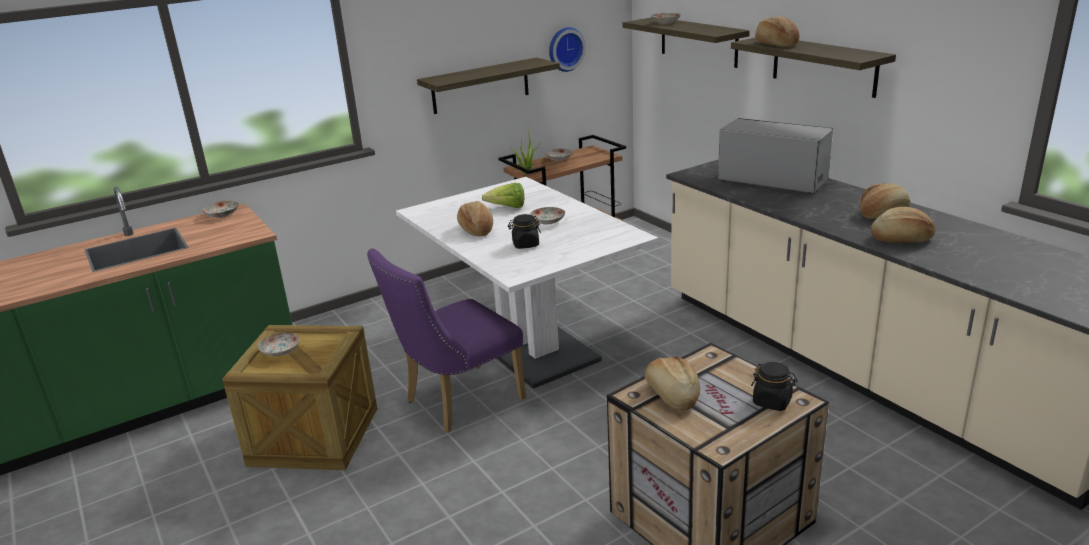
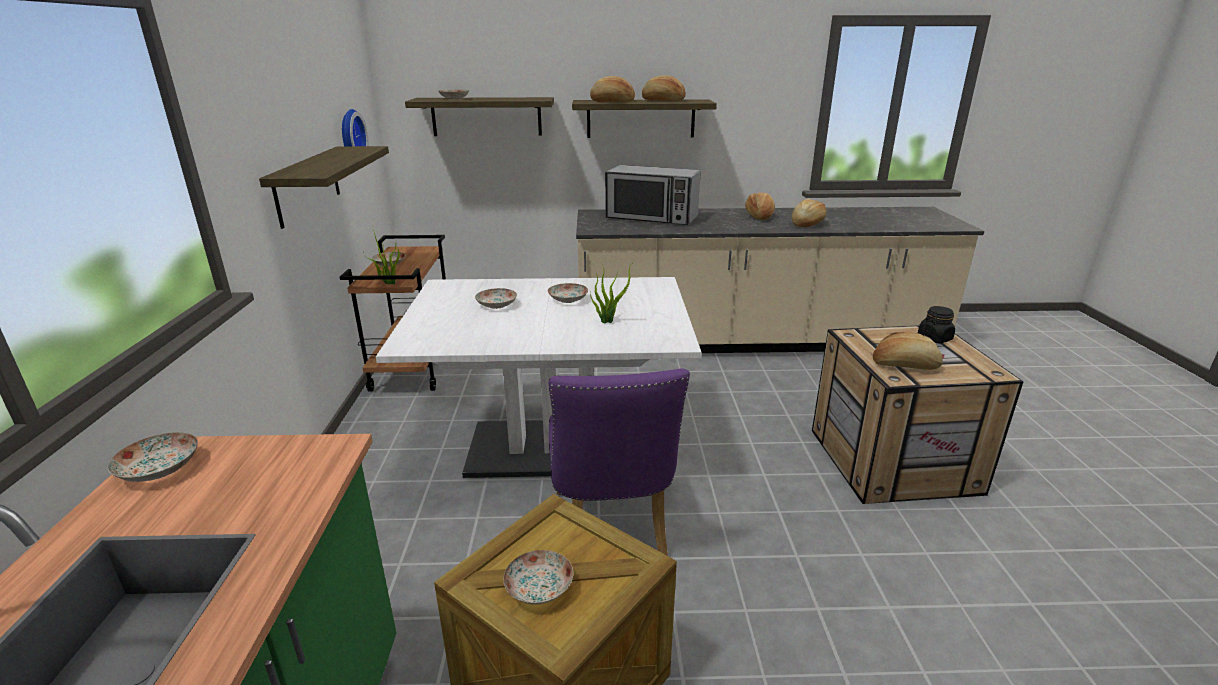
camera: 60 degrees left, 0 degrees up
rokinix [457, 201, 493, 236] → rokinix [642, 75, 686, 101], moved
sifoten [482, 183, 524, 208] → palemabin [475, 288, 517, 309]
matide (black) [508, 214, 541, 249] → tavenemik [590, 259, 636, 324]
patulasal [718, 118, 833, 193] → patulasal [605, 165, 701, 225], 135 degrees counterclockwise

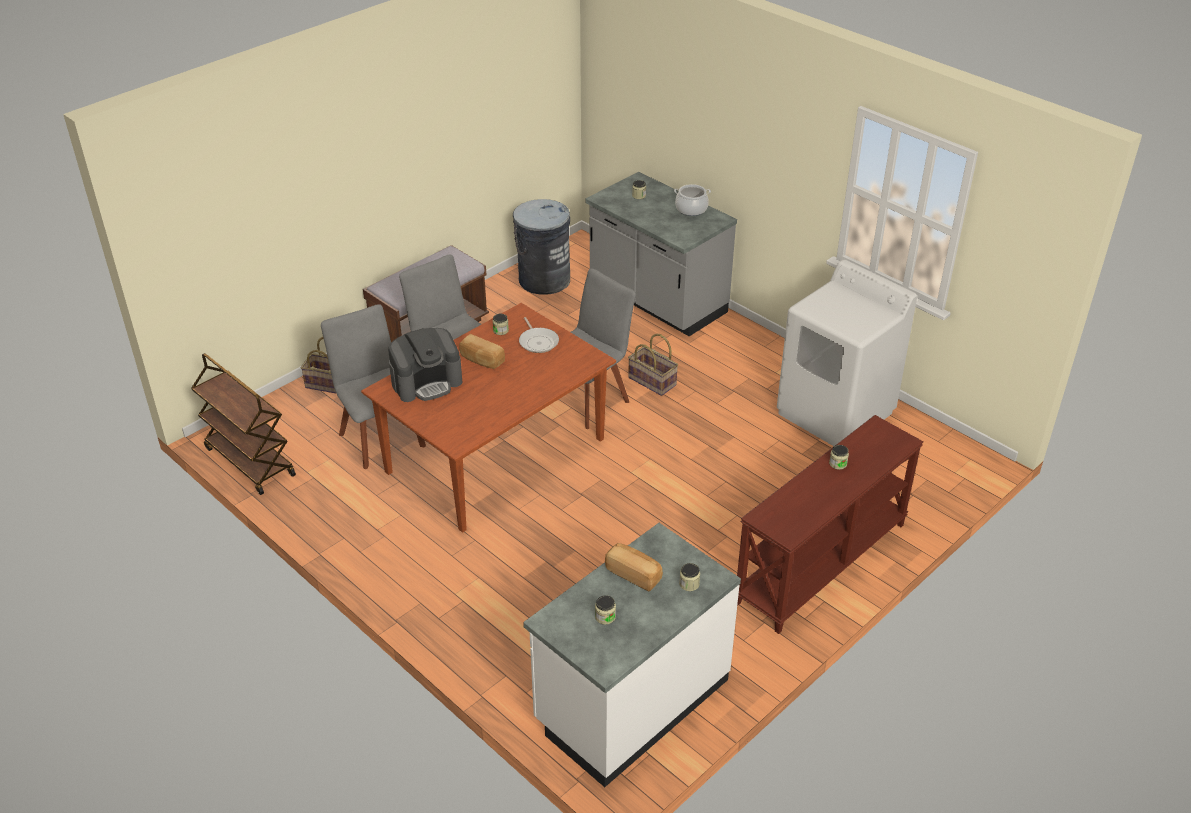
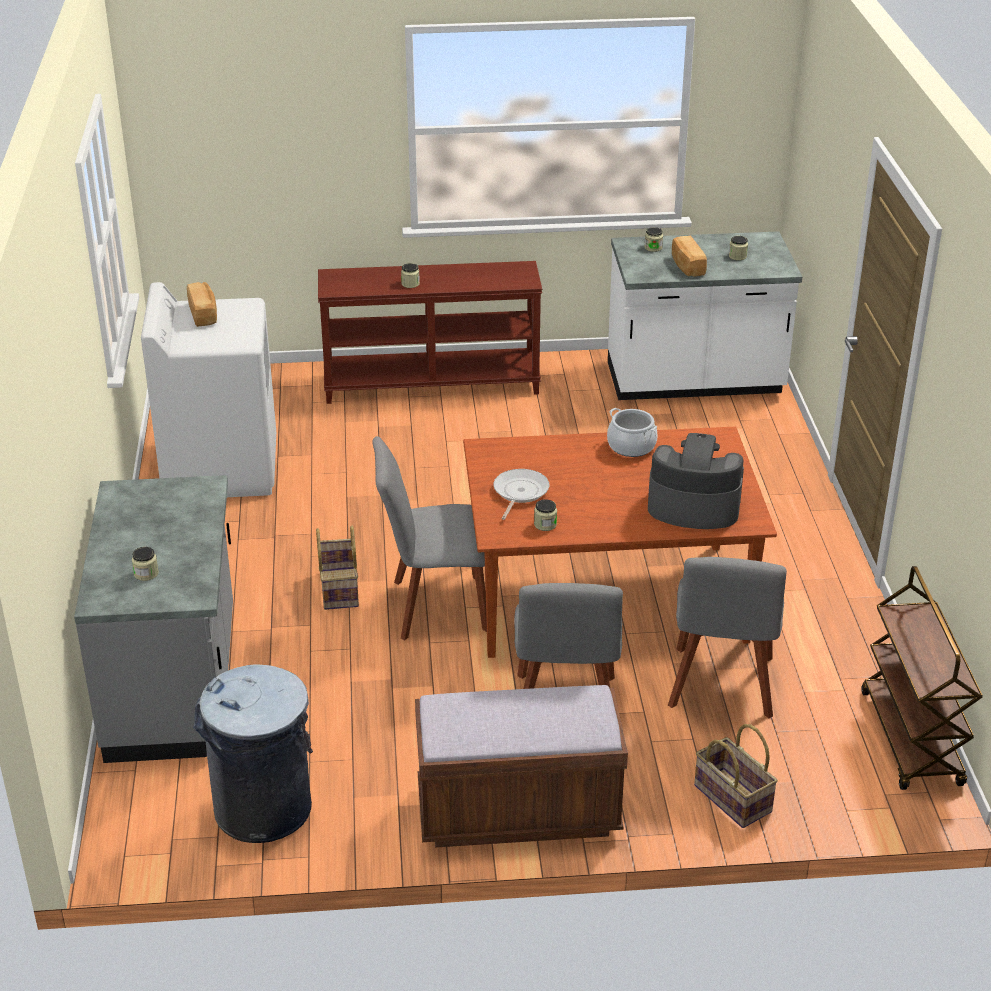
camera: 140 degrees left, 5 degrees down
rokinix [459, 334, 505, 369] → rokinix [187, 282, 217, 327], moved
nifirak [674, 184, 711, 216] → nifirak [607, 408, 658, 457], moved

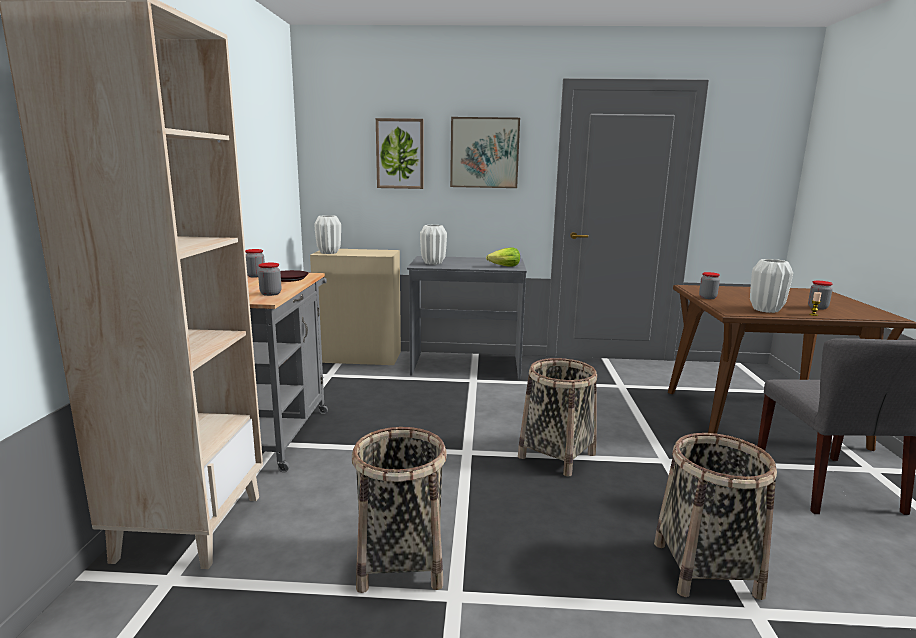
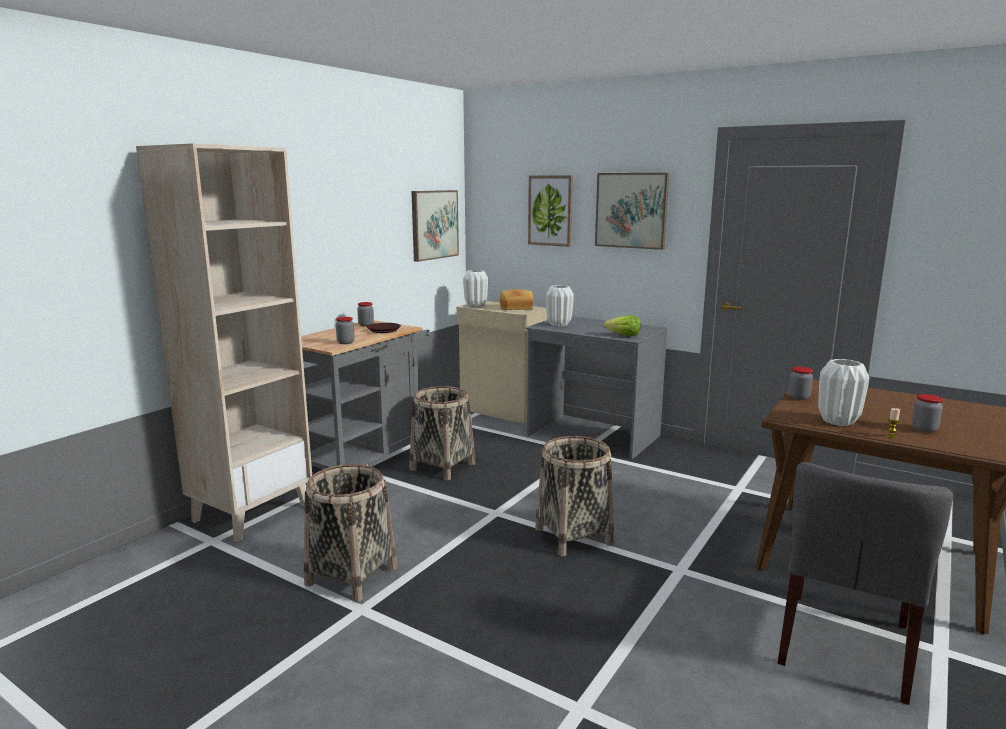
camera: 30 degrees right, 0 degrees up
- → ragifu [411, 190, 459, 262]
- → rokinix [500, 289, 533, 310]
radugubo [654, 433, 777, 600] → radugubo [409, 386, 475, 480], moved

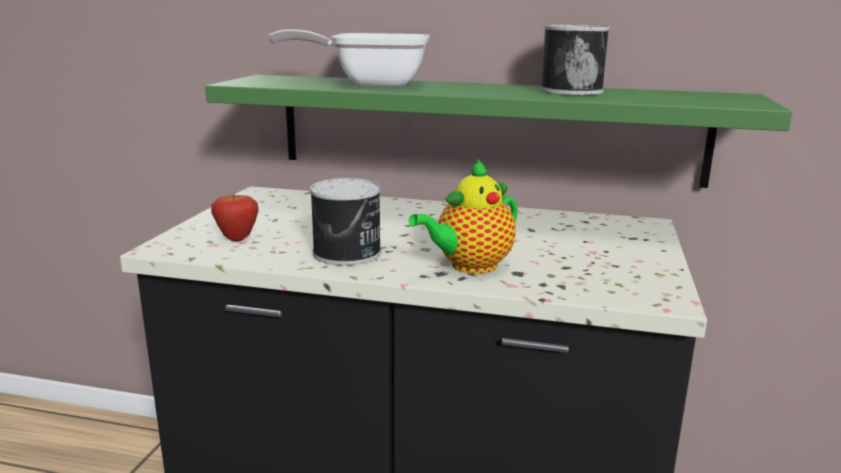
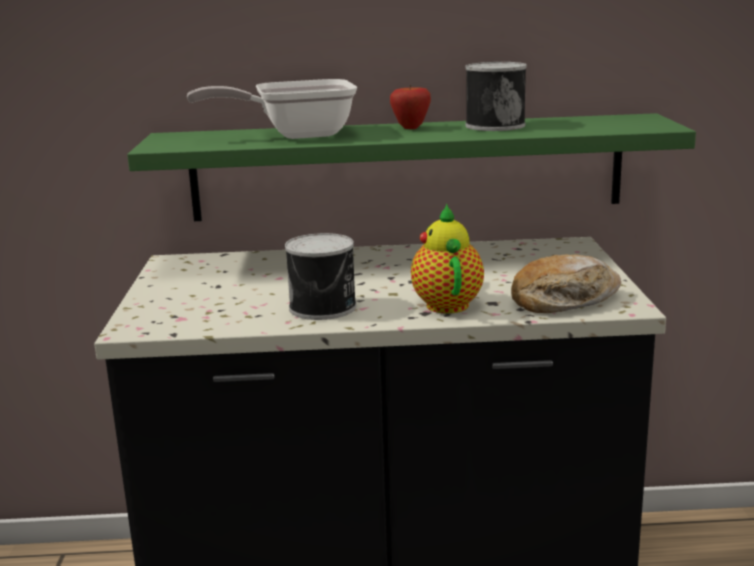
camera: 15 degrees left, 0 degrees up
- → rokinix [511, 254, 621, 313]
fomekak [211, 194, 259, 241] → fomekak [390, 84, 431, 129], moved
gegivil [408, 158, 518, 274] → gegivil [411, 204, 484, 314], 135 degrees clockwise

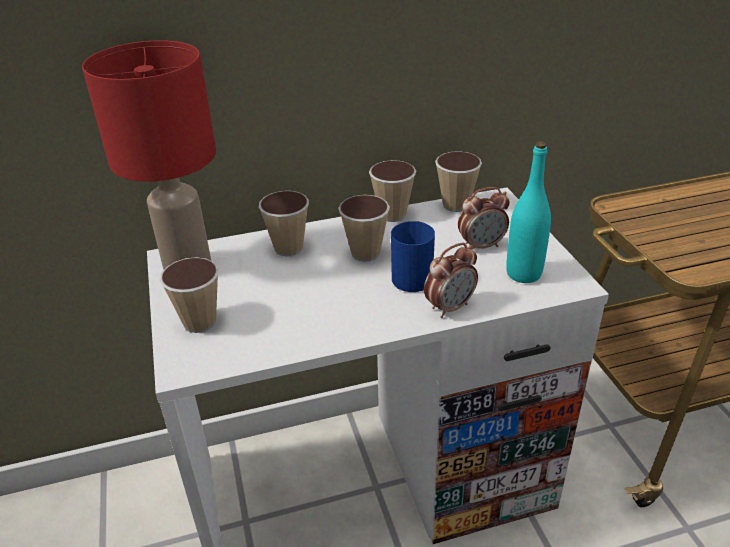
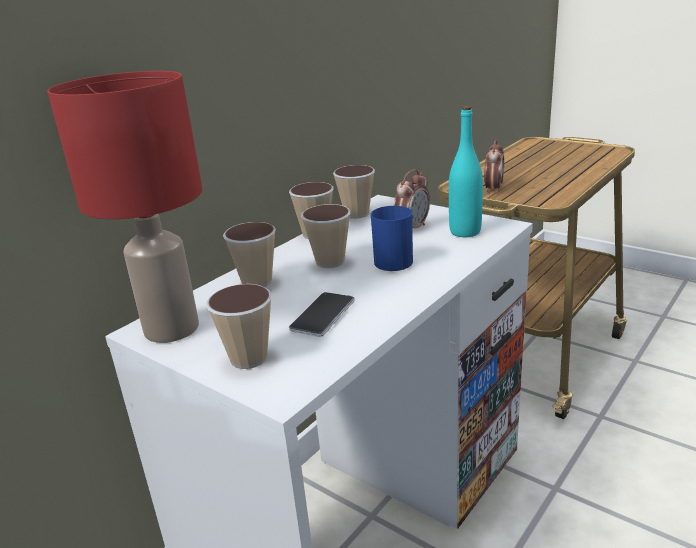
camera: 35 degrees left, 10 degrees down
- → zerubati [289, 292, 355, 337]
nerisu [424, 243, 478, 318] → nerisu [484, 140, 504, 193], moved

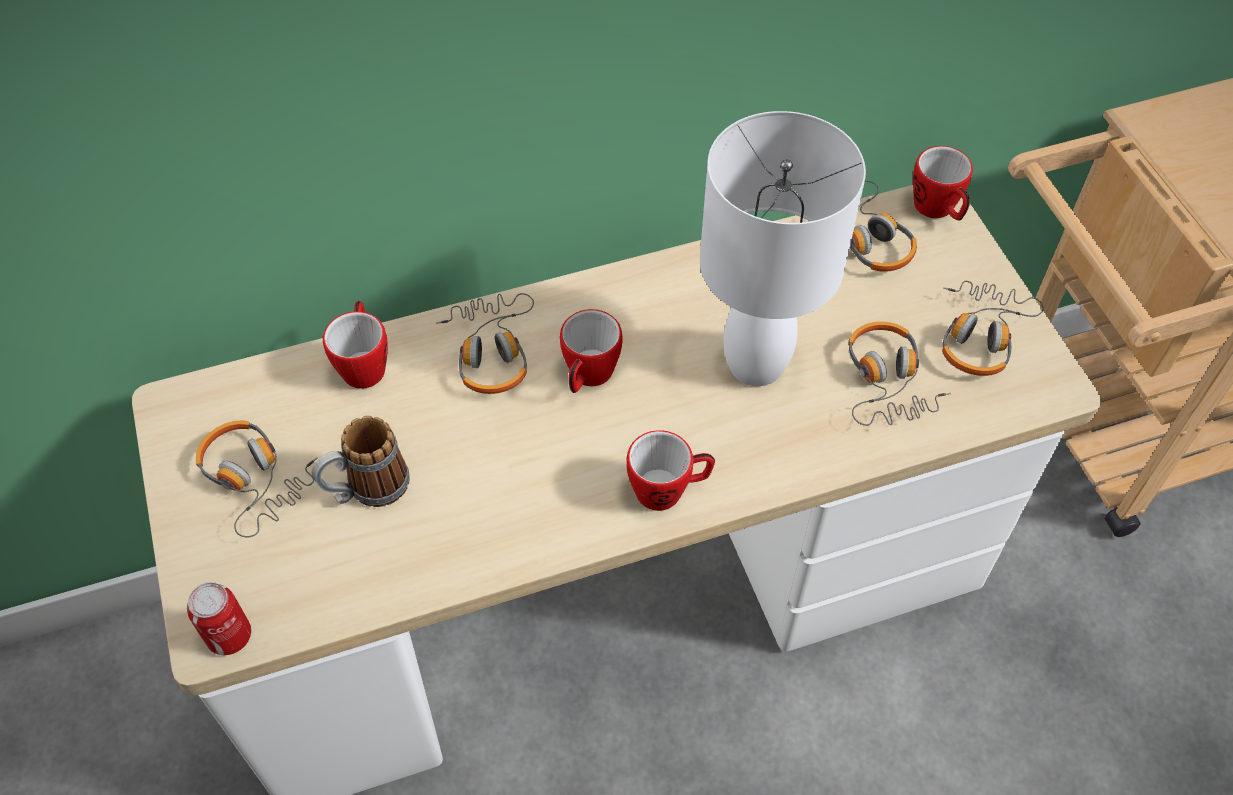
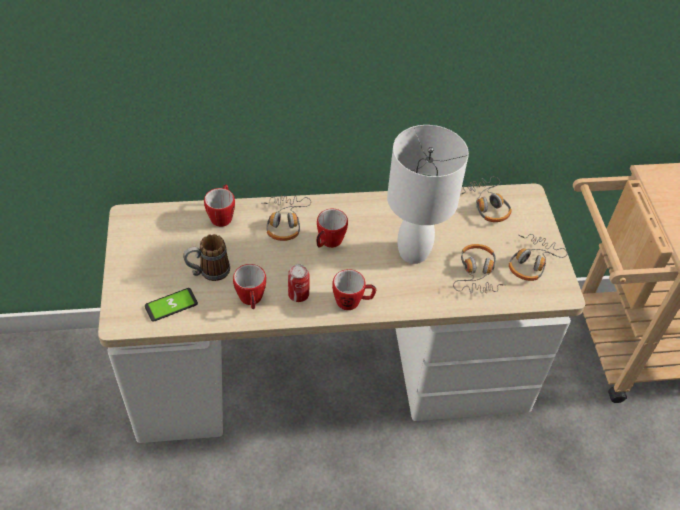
camera: 10 degrees right, 5 degrees down
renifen [196, 421, 318, 538] → -
- → zerubati [145, 288, 198, 322]
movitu [187, 582, 251, 655] → movitu [288, 264, 309, 302], moved
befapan [913, 146, 973, 221] → befapan [233, 264, 266, 310], moved

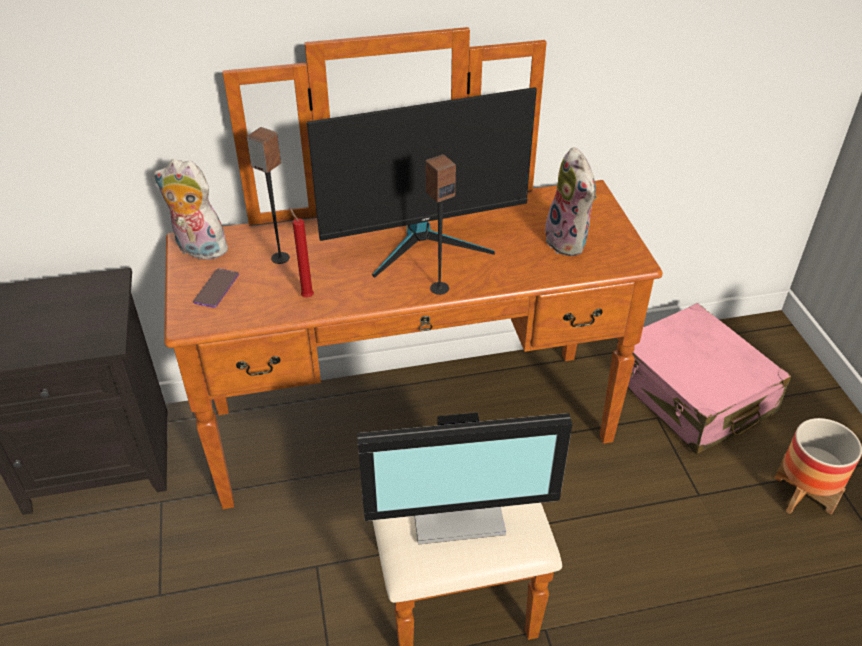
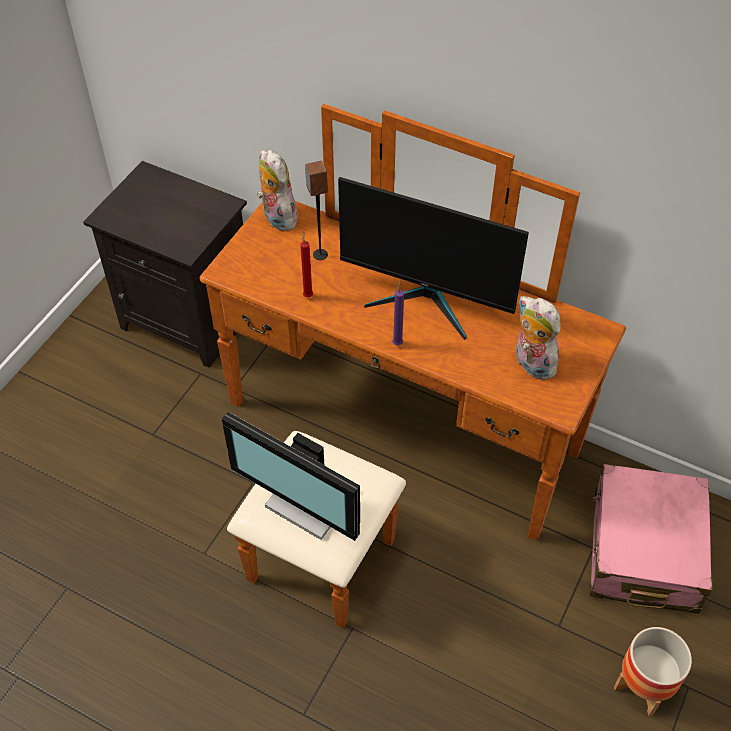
camera: 40 degrees right, 10 degrees up
zerubati [193, 269, 239, 308] → -
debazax [425, 154, 456, 295] → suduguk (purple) [392, 280, 404, 346]
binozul [545, 147, 596, 256] → binozul [516, 296, 561, 380], 120 degrees clockwise

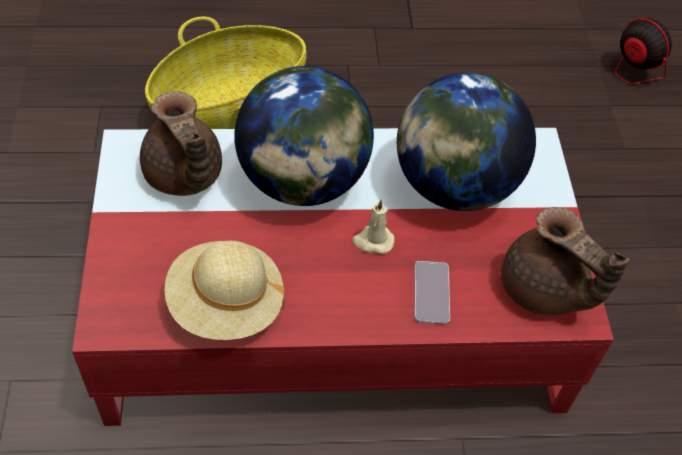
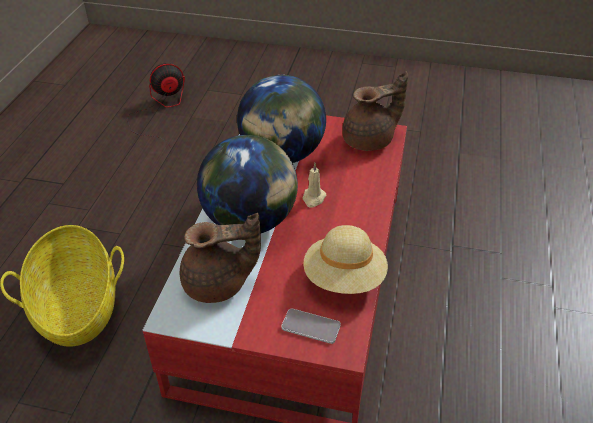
camera: 70 degrees left, 10 degrees down
zerubati [414, 261, 450, 324] → zerubati [281, 309, 341, 344], moved

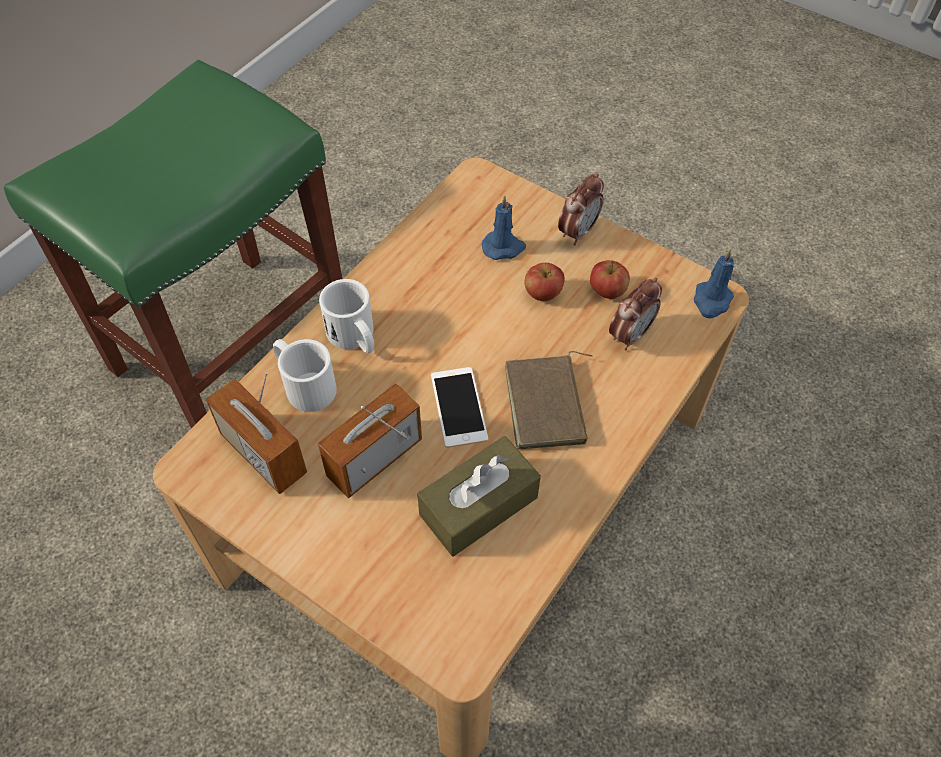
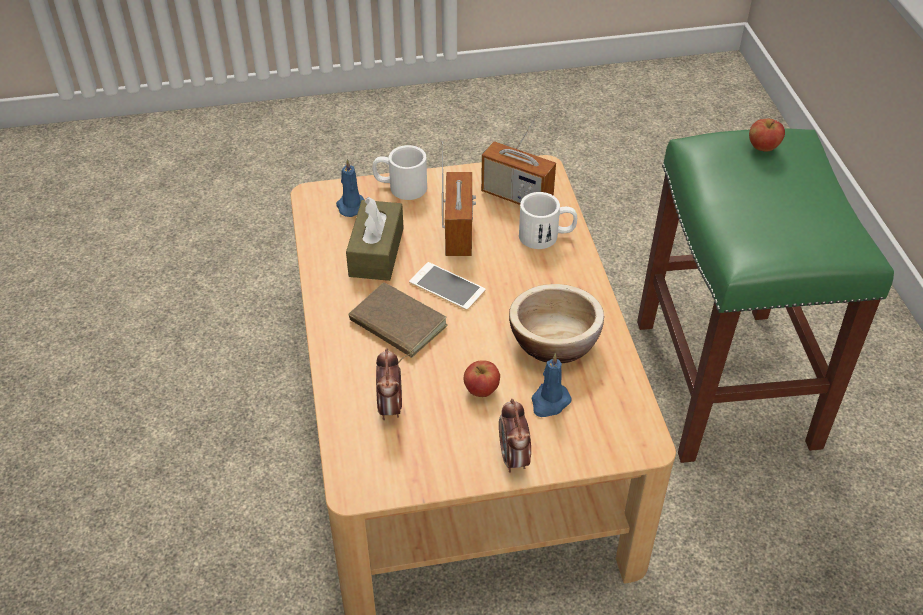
camera: 135 degrees right, 10 degrees down
- → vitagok [509, 284, 604, 363]
befapan (white) [319, 279, 374, 354] → befapan (white) [372, 145, 427, 200], moved
fomekak [590, 260, 630, 299] → fomekak [749, 119, 785, 152], moved
suduguk (blue) [694, 249, 734, 318] → suduguk (blue) [336, 159, 365, 217], moved
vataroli [206, 372, 307, 494] → vataroli [481, 109, 556, 205], 150 degrees counterclockwise

